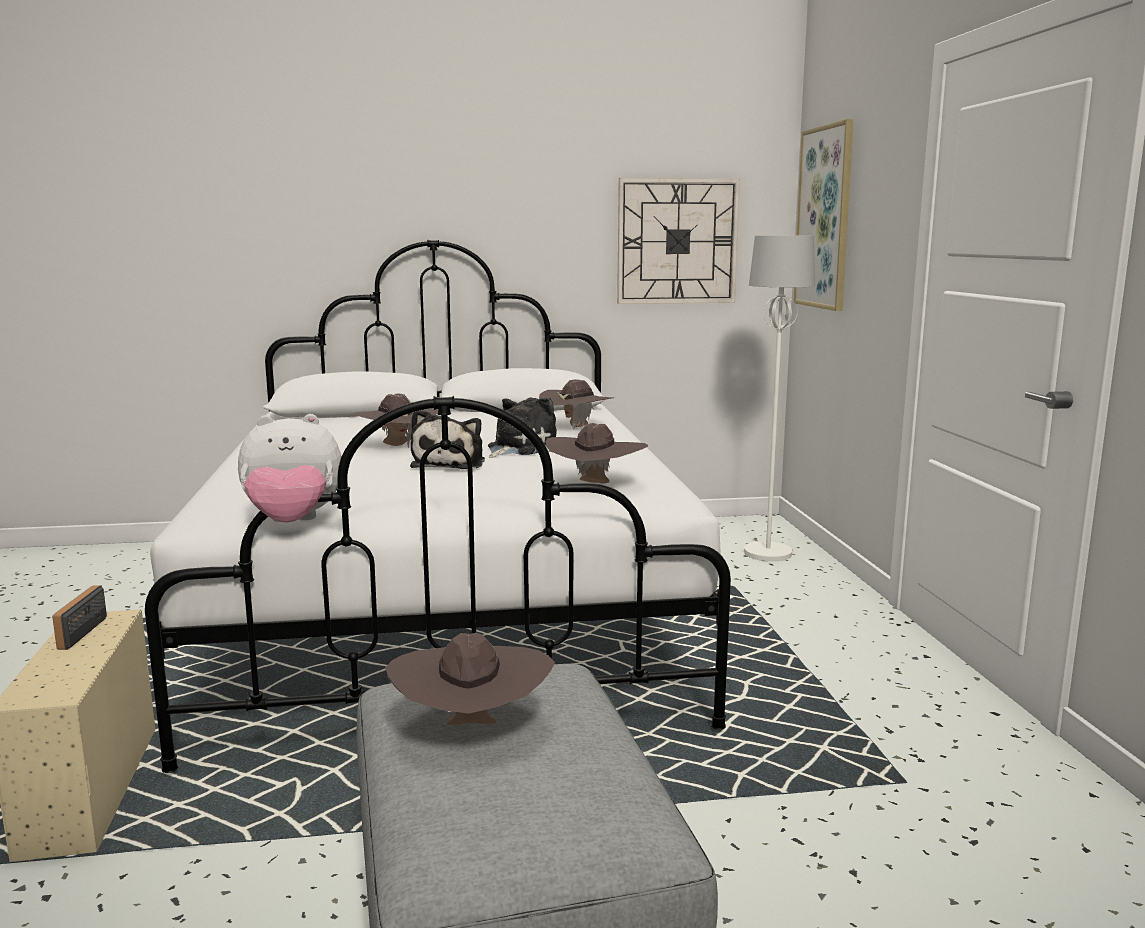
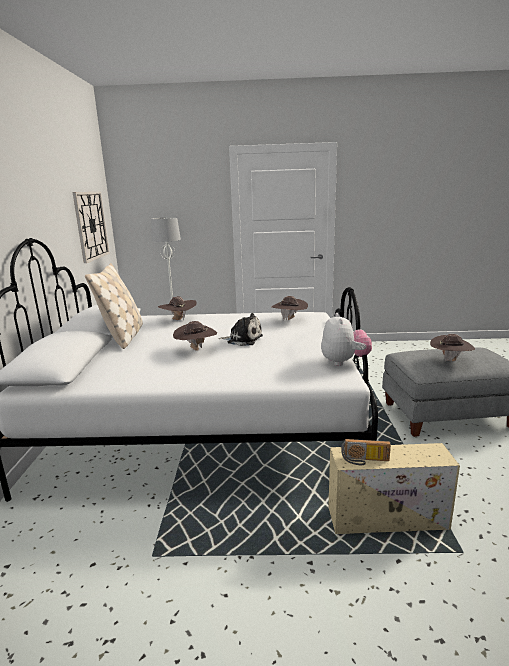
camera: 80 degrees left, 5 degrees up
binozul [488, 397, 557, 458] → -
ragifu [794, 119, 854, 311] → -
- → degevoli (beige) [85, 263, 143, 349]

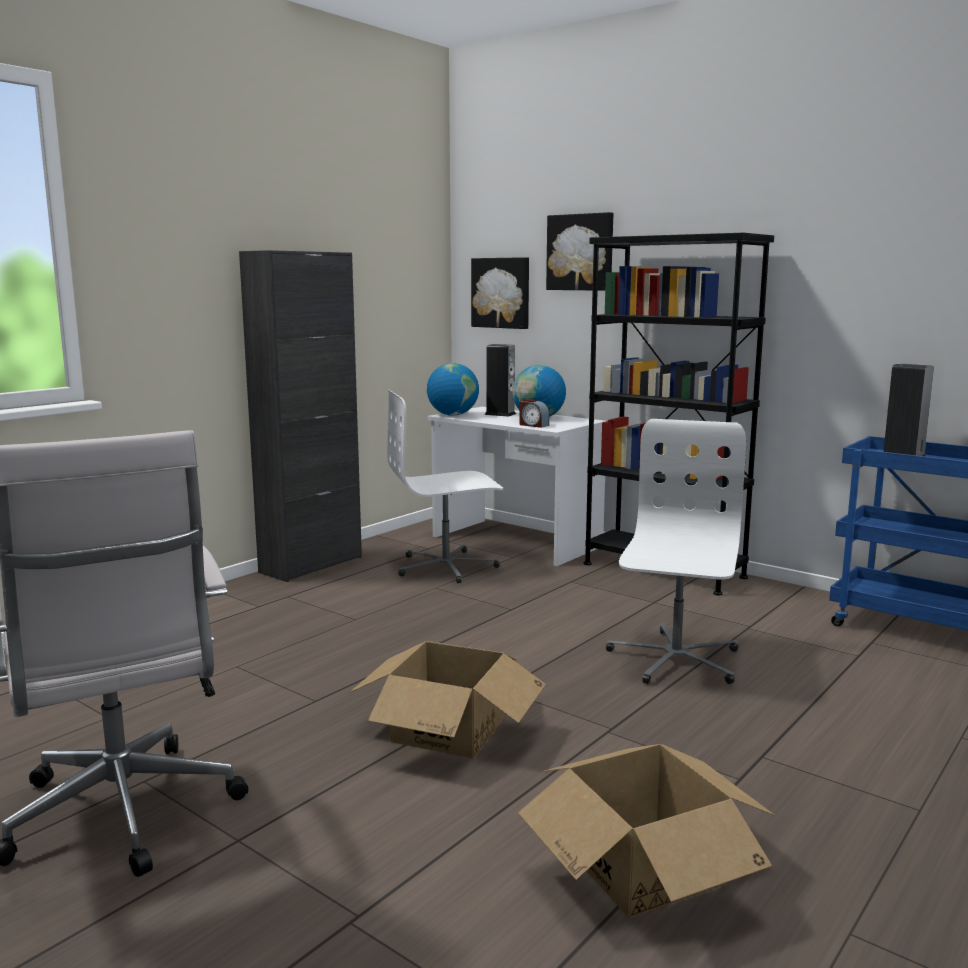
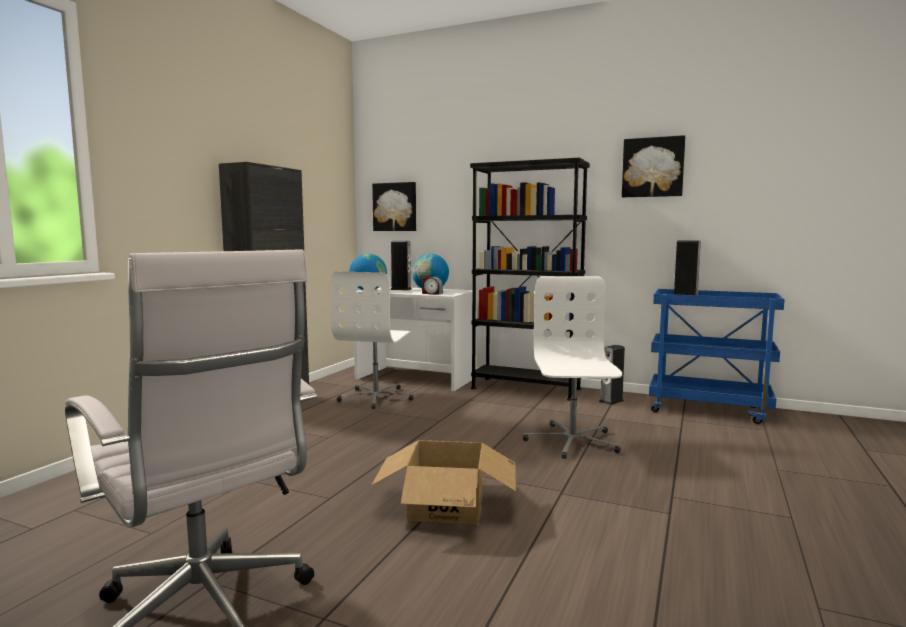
camera: 15 degrees left, 5 degrees down
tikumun [518, 744, 776, 918] → -
- → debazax [599, 345, 625, 405]
ragifu [546, 212, 613, 291] → ragifu [622, 135, 685, 197], moved
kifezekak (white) [387, 390, 503, 583] → kifezekak (white) [331, 272, 414, 409], 45 degrees counterclockwise

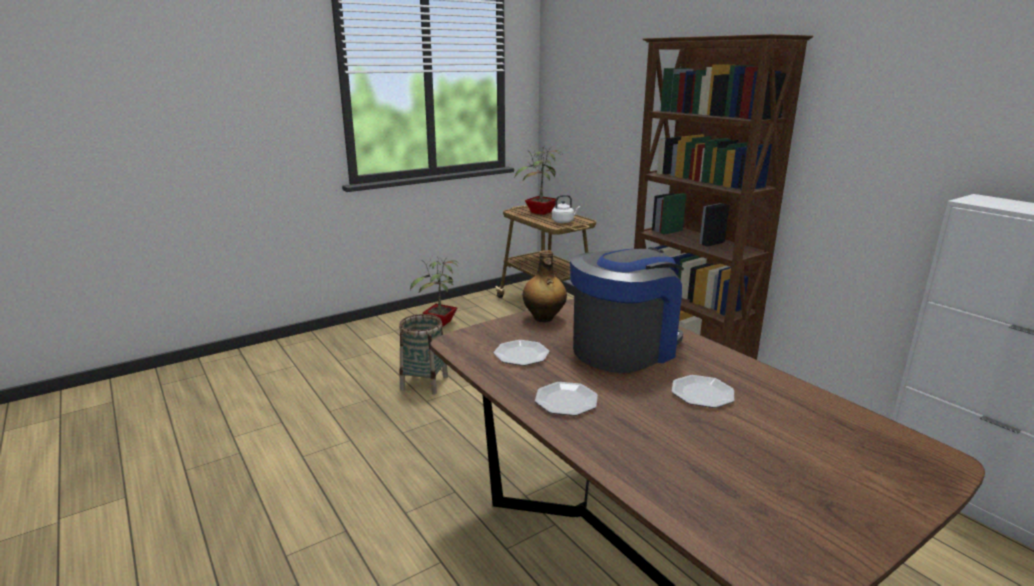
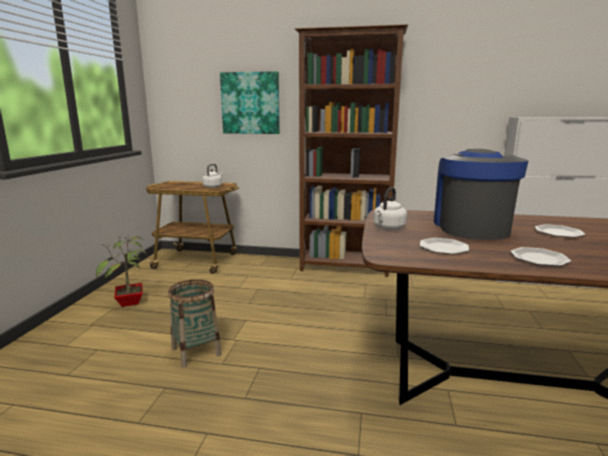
camera: 45 degrees left, 5 degrees down
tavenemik [515, 147, 561, 215] → -
- → ragifu [220, 71, 280, 134]
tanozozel [522, 250, 567, 322] → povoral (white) [374, 187, 407, 230]

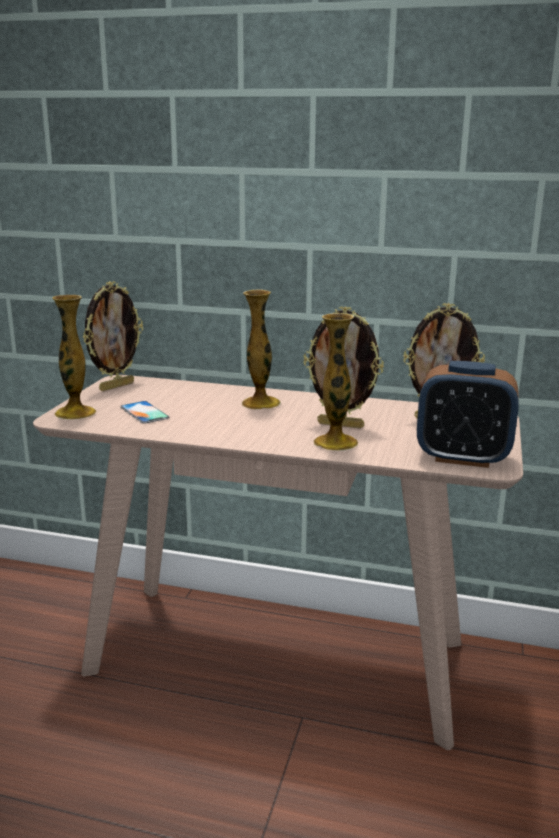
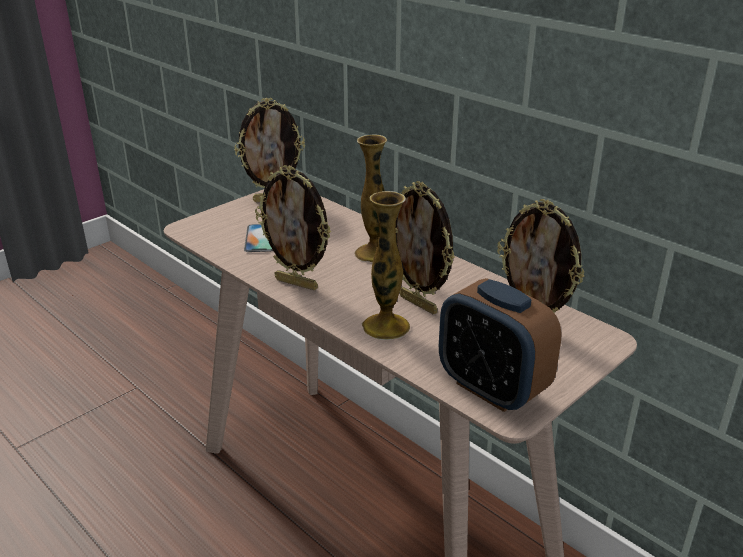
camera: 30 degrees right, 10 degrees up
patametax [52, 295, 96, 420] → -
- → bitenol [255, 165, 331, 290]

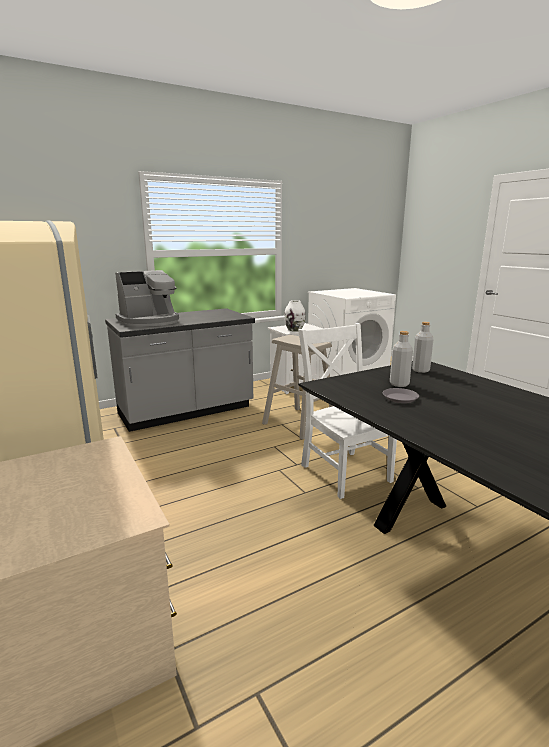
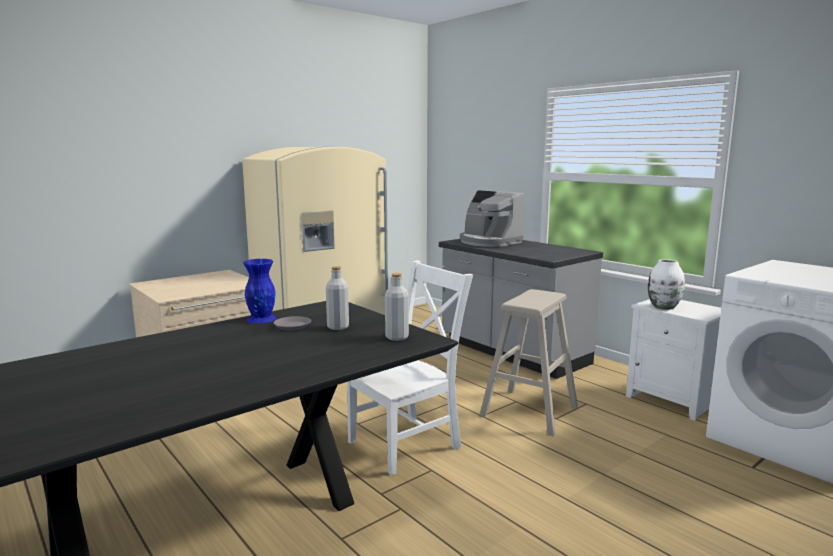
camera: 80 degrees right, 5 degrees down
- → patametax (blue) [243, 259, 277, 323]

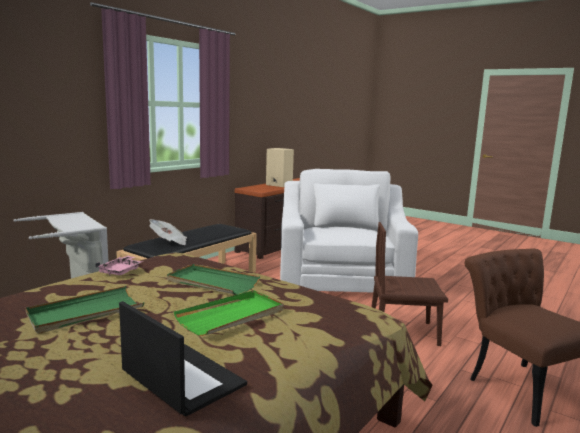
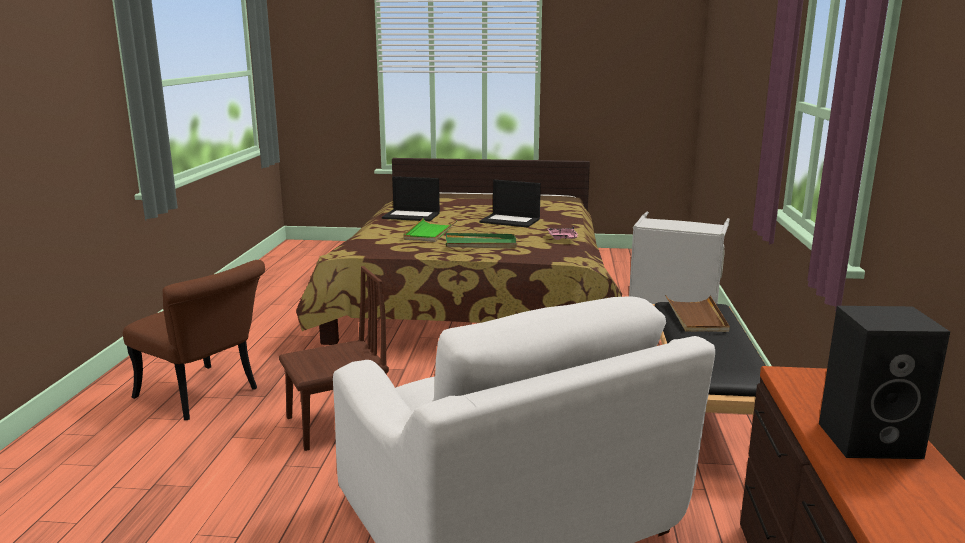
camera: 150 degrees right, 5 degrees up
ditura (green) [26, 286, 144, 334] → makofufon [480, 180, 541, 227]
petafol [149, 219, 187, 245] → ditura (brown) [665, 295, 730, 332]
debazax (beige) [266, 148, 294, 187] → debazax (black) [819, 306, 950, 459]

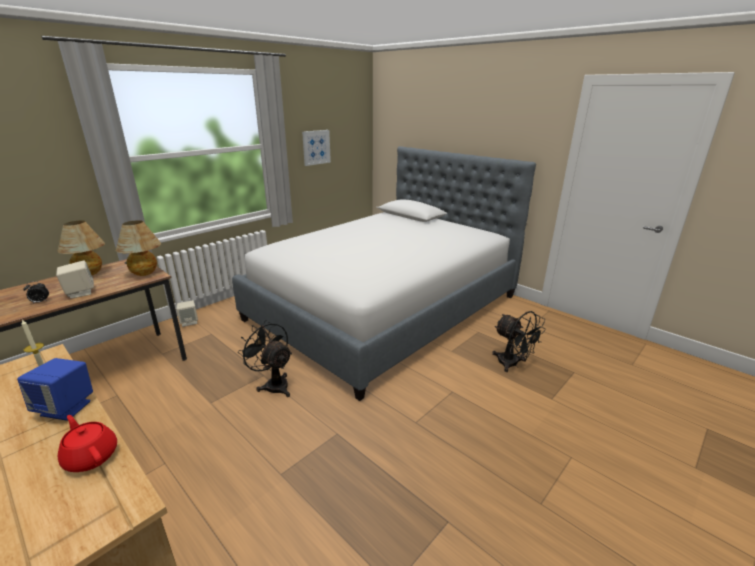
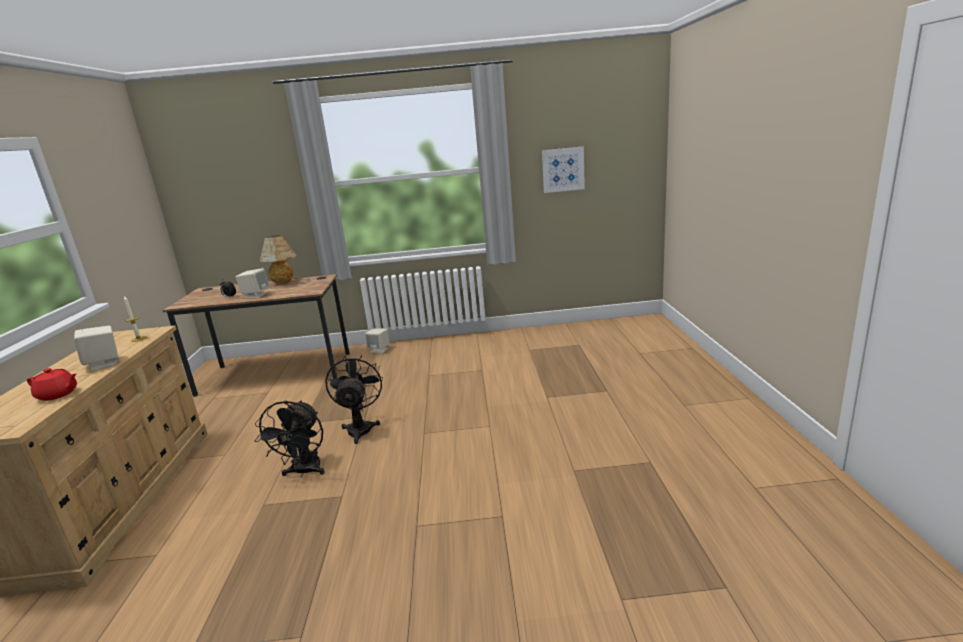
camera: 45 degrees right, 5 degrees down
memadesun [116, 220, 161, 276] → -
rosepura [232, 146, 536, 401] → -
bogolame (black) [492, 311, 546, 372] → bogolame (black) [255, 400, 325, 477], moved
debazax (blue) [17, 358, 93, 421] → debazax (beige) [74, 326, 119, 371]
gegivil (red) [58, 415, 117, 472] → gegivil (red) [27, 368, 77, 401], 105 degrees clockwise

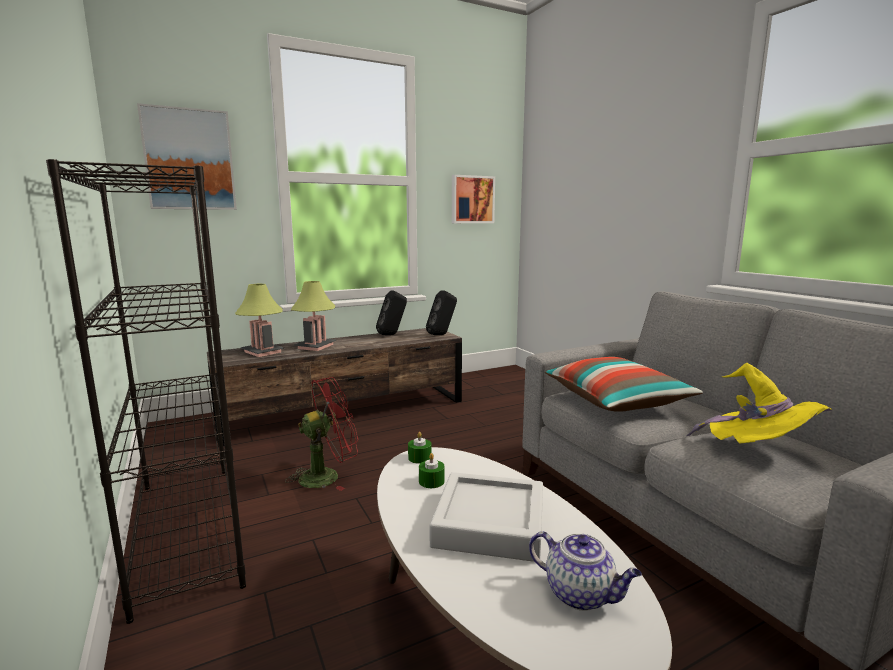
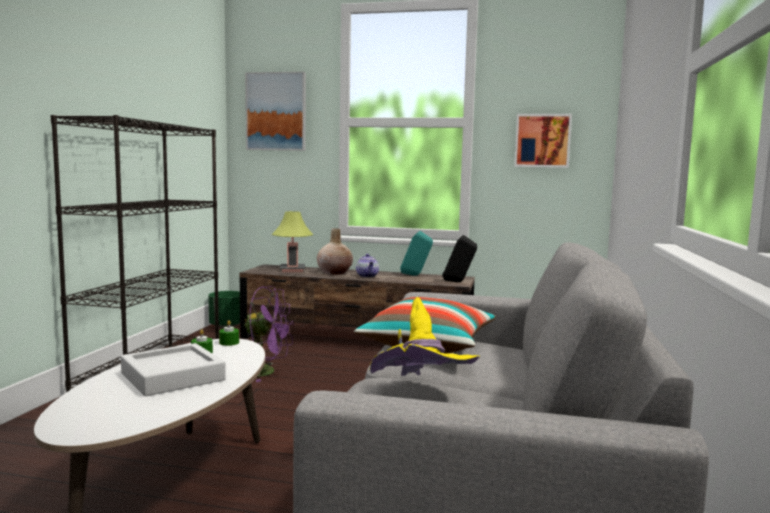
camera: 40 degrees right, 5 degrees down
- → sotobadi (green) [208, 291, 240, 328]
gegivil [529, 531, 642, 611] → gegivil [356, 254, 379, 278], moved
memadesun [291, 281, 336, 351] → patametax (beige) [317, 228, 353, 275]
bogolame (red) [285, 377, 359, 491] → bogolame (purple) [245, 286, 294, 382]
debazax (black) [376, 290, 407, 335] → debazax (turquoise) [400, 231, 433, 276]

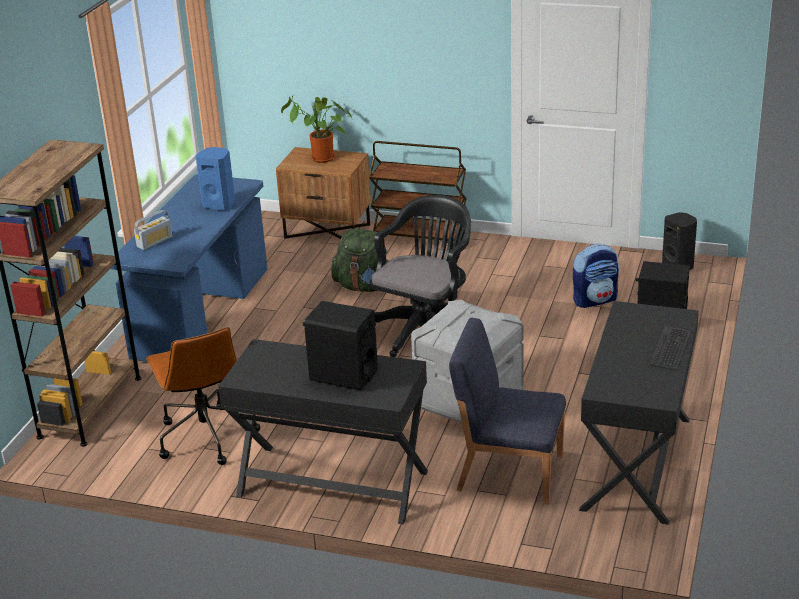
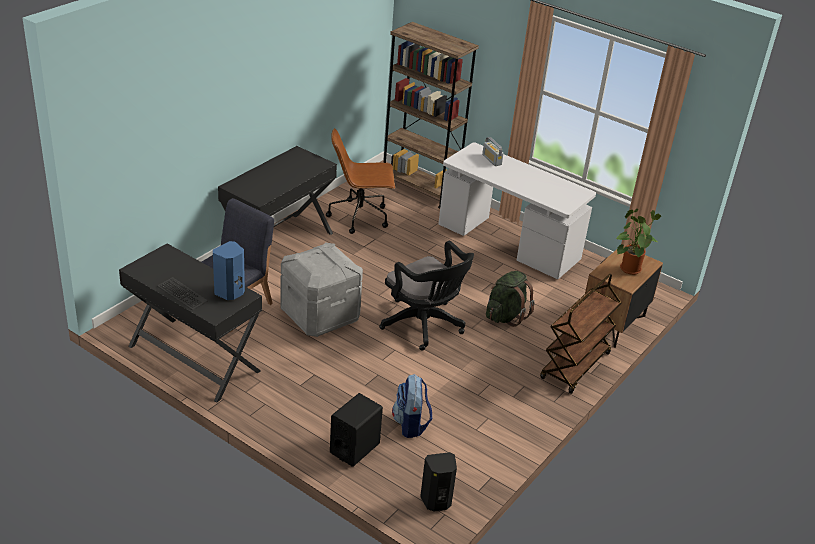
camera: 105 degrees right, 5 degrees up
debazax (black) [303, 301, 378, 390] → -
debazax (blue) [195, 147, 235, 211] → debazax (blue) [213, 241, 245, 300], moved
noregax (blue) [110, 174, 268, 362] → noregax (white) [438, 142, 596, 279]

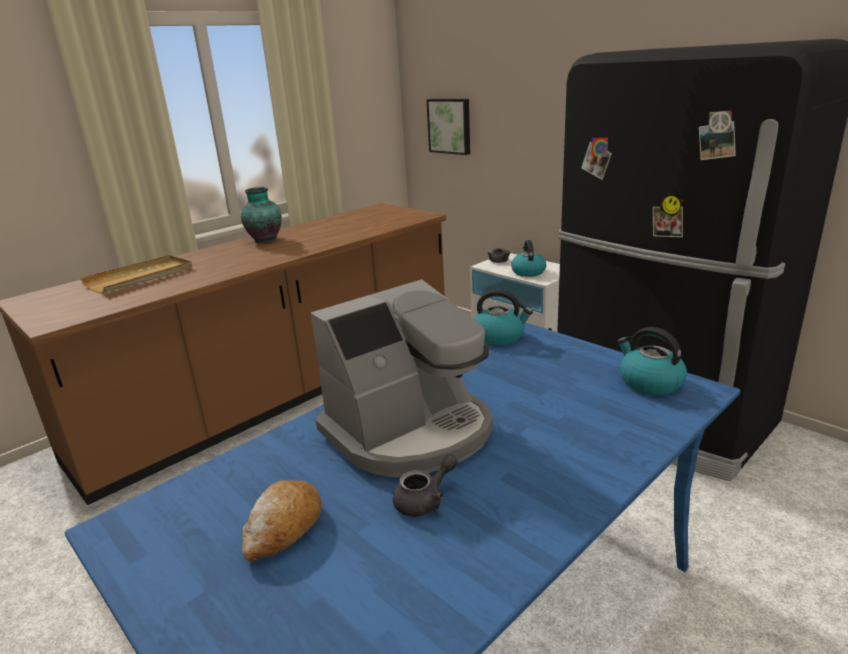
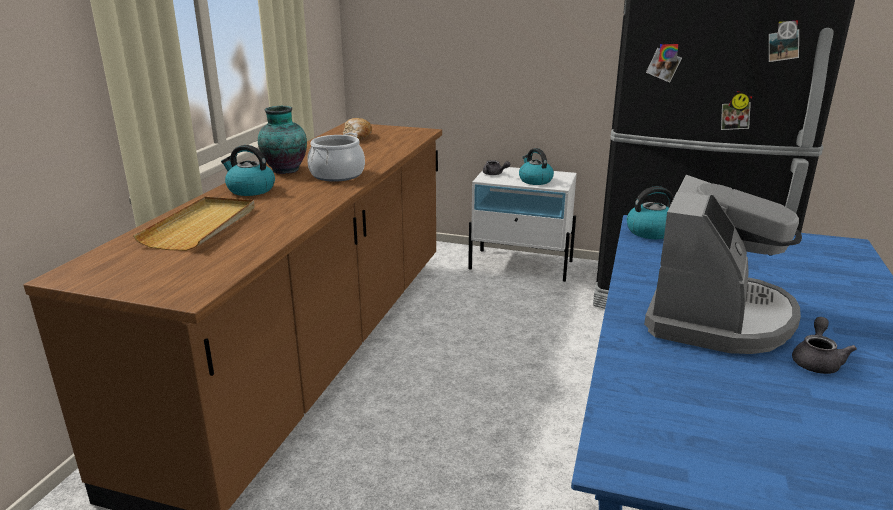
camera: 30 degrees left, 0 degrees up
ragifu [426, 99, 470, 155] → -
- → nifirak [307, 132, 365, 182]
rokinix [242, 480, 321, 562] → rokinix [343, 118, 372, 140], moved
povoral [617, 327, 687, 395] → povoral [221, 145, 275, 196], moved

